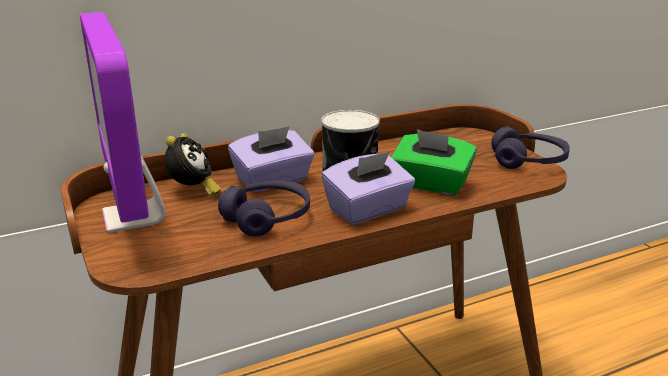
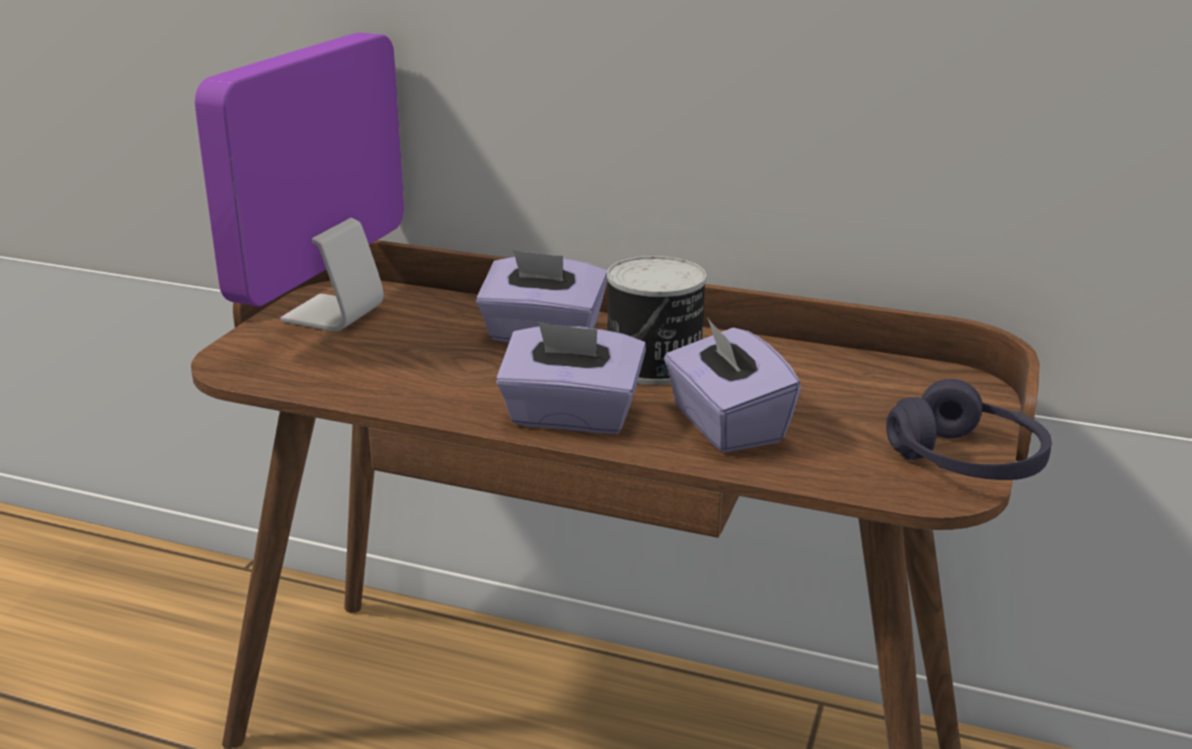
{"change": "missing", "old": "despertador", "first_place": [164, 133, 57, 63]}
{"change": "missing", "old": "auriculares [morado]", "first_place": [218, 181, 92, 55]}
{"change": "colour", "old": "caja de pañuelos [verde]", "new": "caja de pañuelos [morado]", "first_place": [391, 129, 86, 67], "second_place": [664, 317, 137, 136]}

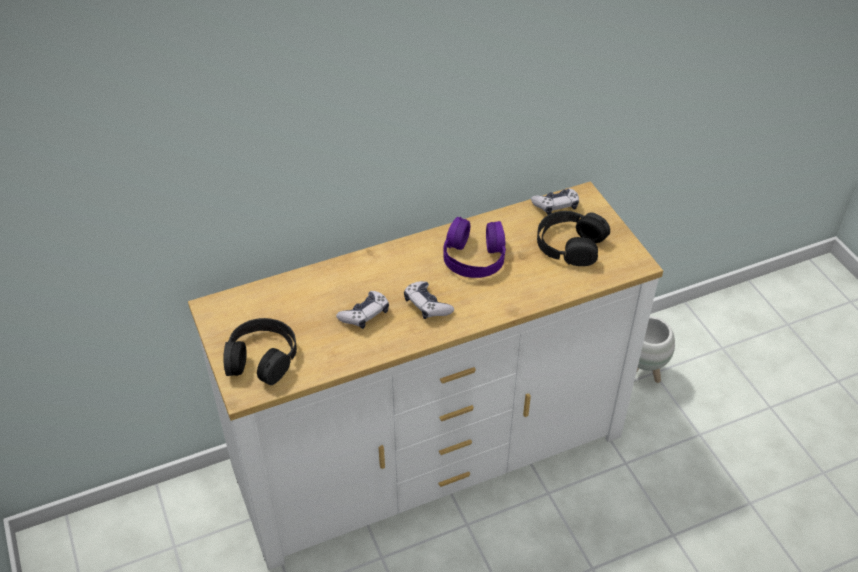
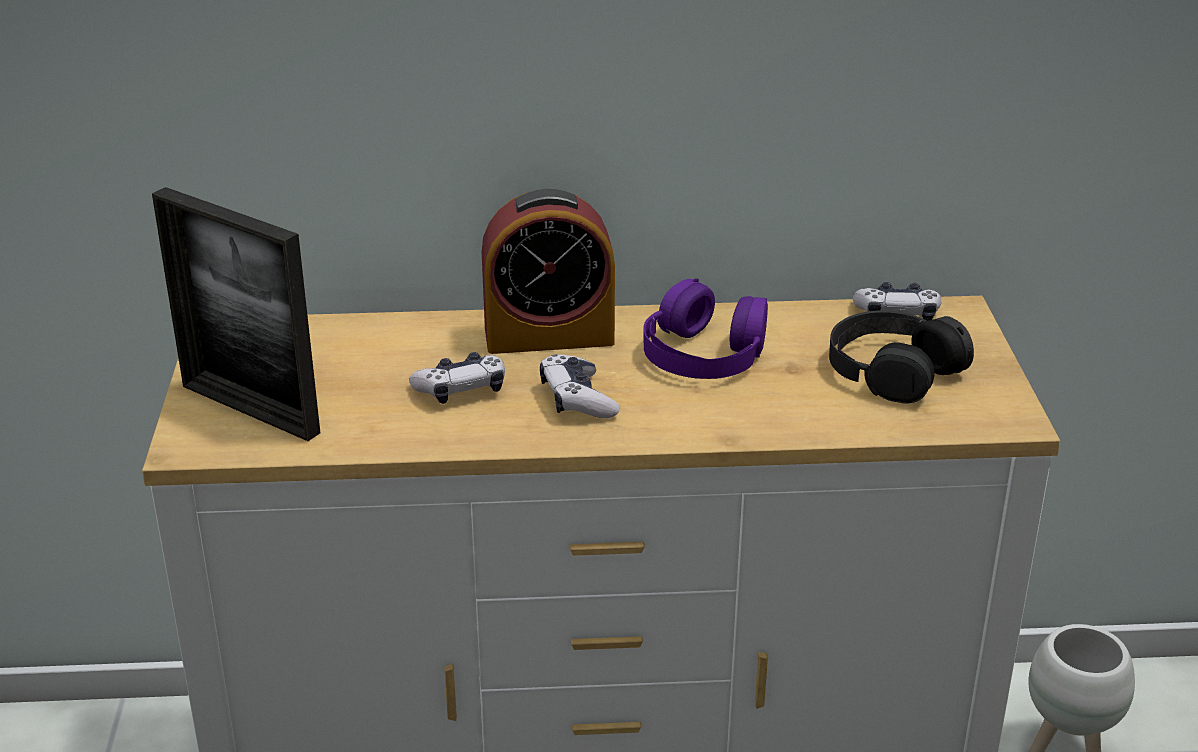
{"change": "exchanged", "old": "auriculares [negro]", "new": "portarretratos", "first_place": [223, 318, 74, 67], "second_place": [152, 187, 168, 254]}
{"change": "appeared", "new": "despertador", "second_place": [482, 189, 133, 165]}

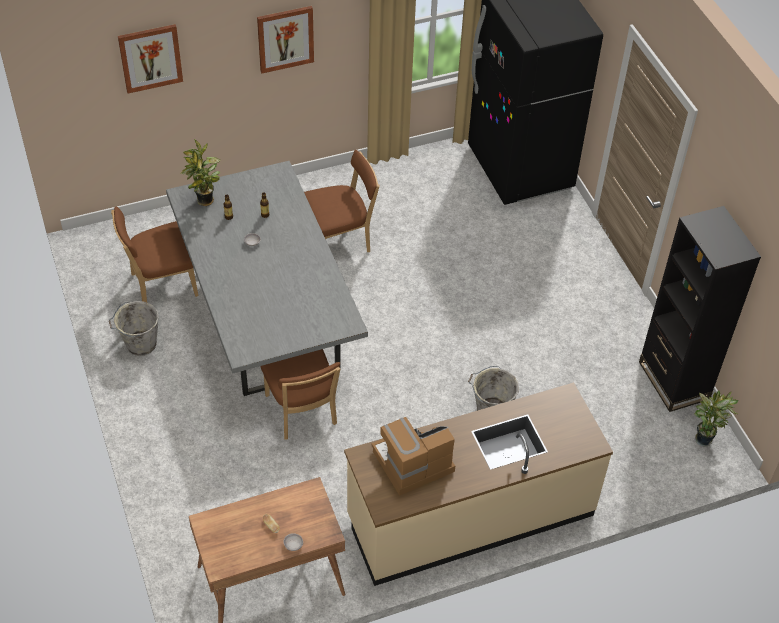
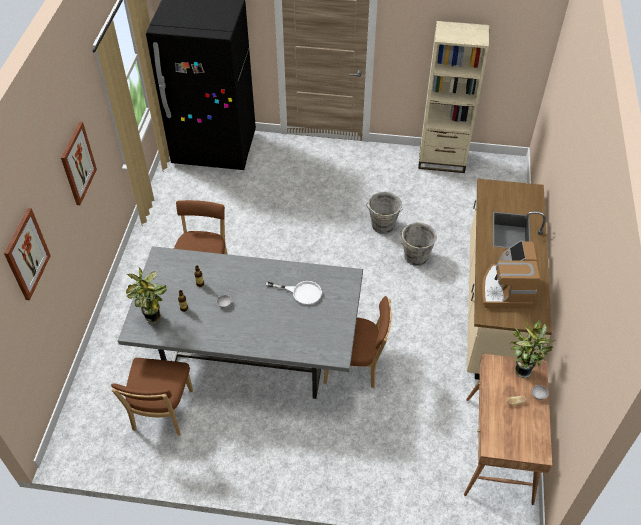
{"change": "relocated", "old": "cubo [gris]", "first_place": [109, 301, 50, 55], "second_place": [366, 192, 36, 42]}
{"change": "colour", "old": "estantería [negro]", "new": "estantería [beis]", "first_place": [639, 206, 122, 206], "second_place": [418, 21, 71, 152]}
{"change": "relocated", "old": "planta en maceta", "first_place": [694, 390, 45, 57], "second_place": [509, 320, 46, 58]}
{"change": "appeared", "new": "sartén [blanco]", "second_place": [266, 281, 56, 24]}

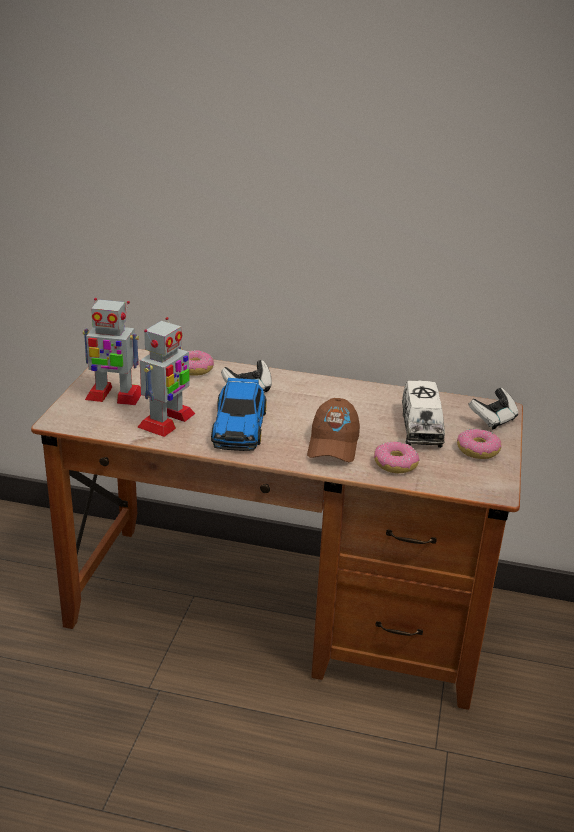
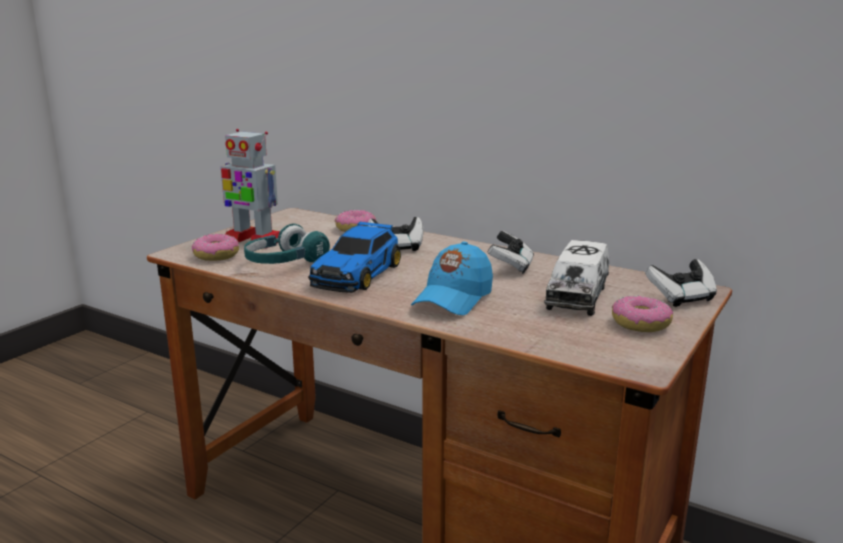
{"change": "exchanged", "old": "robot de juguete", "new": "auriculares [turquesa]", "first_place": [137, 317, 58, 120], "second_place": [244, 224, 86, 40]}
{"change": "colour", "old": "gorra [marrón]", "new": "gorra [azul]", "first_place": [307, 398, 53, 64], "second_place": [411, 242, 82, 73]}
{"change": "relocated", "old": "rosquilla", "first_place": [374, 441, 45, 32], "second_place": [192, 234, 47, 27]}
{"change": "appeared", "new": "mando de consola", "second_place": [488, 231, 46, 43]}

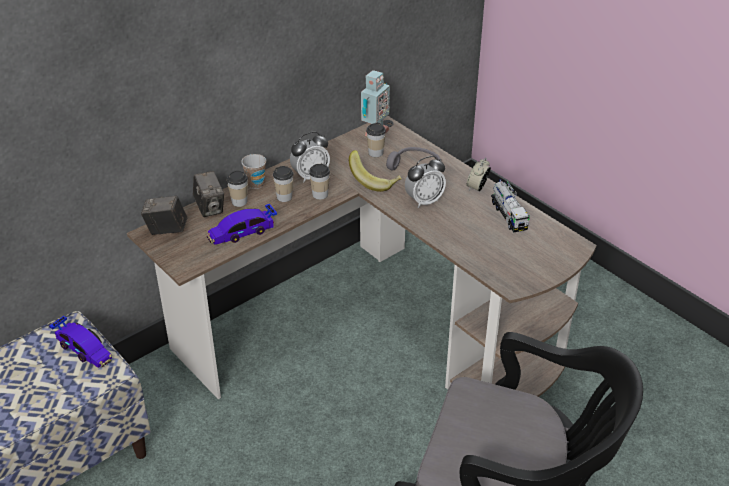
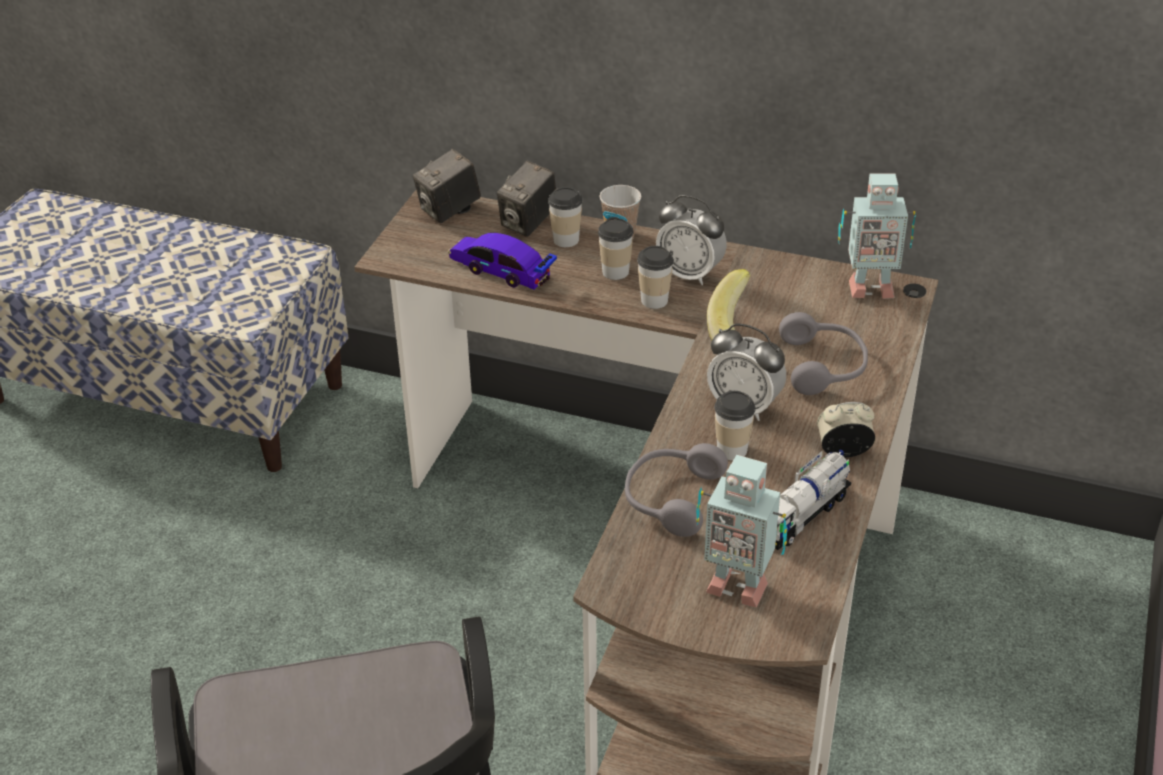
{"change": "missing", "old": "coche de juguete", "first_place": [49, 316, 63, 52]}
{"change": "spun", "old": "cámara", "first_place": [141, 196, 46, 39], "second_place": [413, 149, 68, 74], "degrees": -105}
{"change": "relocated", "old": "taza", "first_place": [366, 123, 20, 34], "second_place": [714, 391, 42, 69]}
{"change": "appeared", "new": "auriculares [gris]", "second_place": [625, 443, 103, 94]}
{"change": "appeared", "new": "robot de juguete", "second_place": [696, 455, 91, 153]}

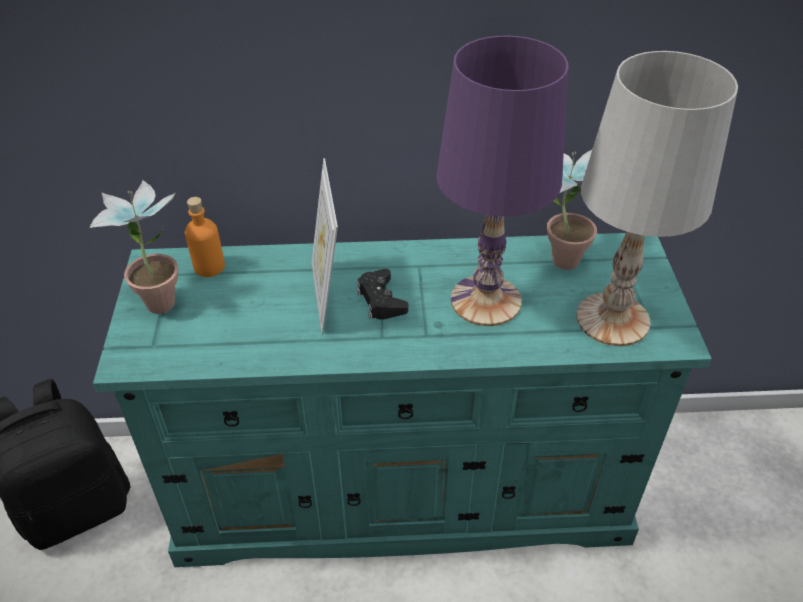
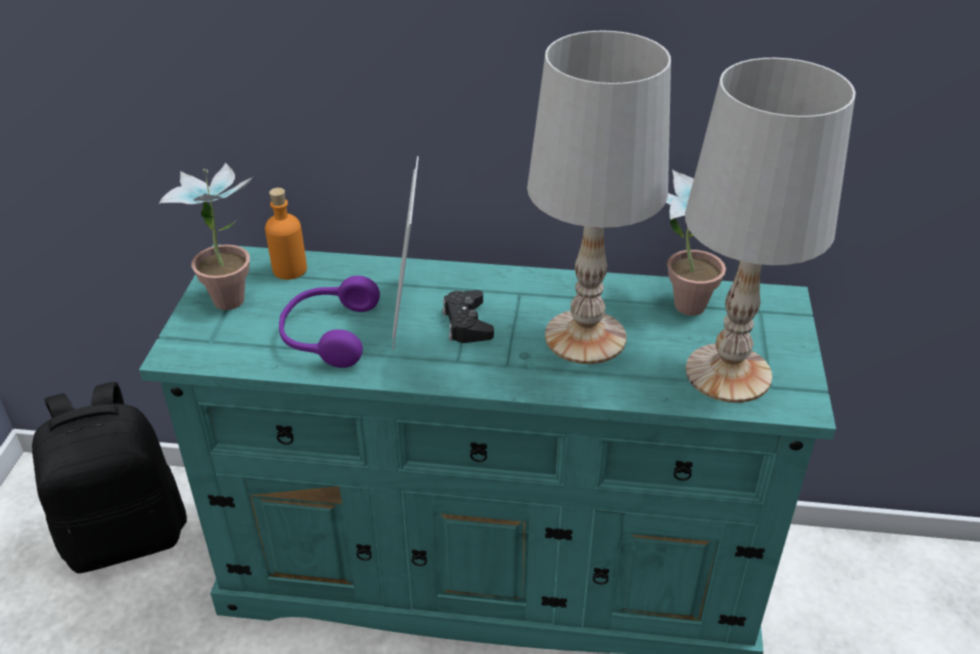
{"change": "colour", "old": "lámpara de mesa [morado]", "new": "lámpara de mesa [blanco]", "first_place": [436, 36, 132, 290], "second_place": [527, 31, 144, 333]}
{"change": "appeared", "new": "auriculares [morado]", "second_place": [279, 276, 101, 92]}

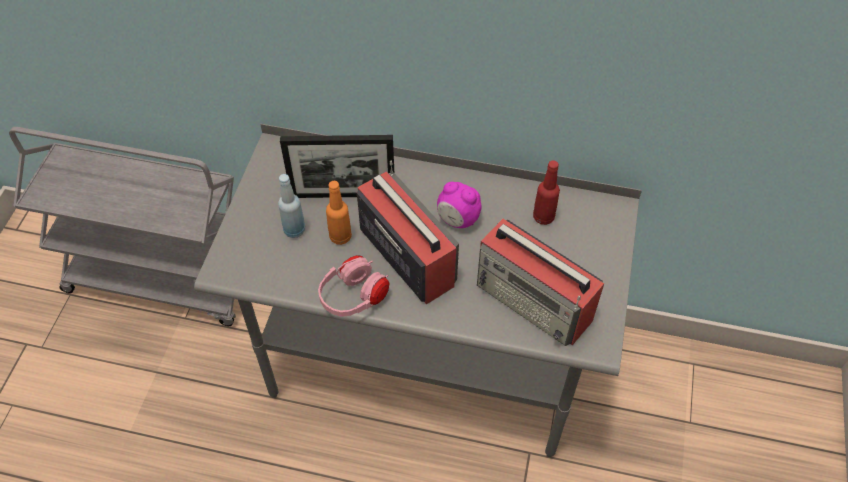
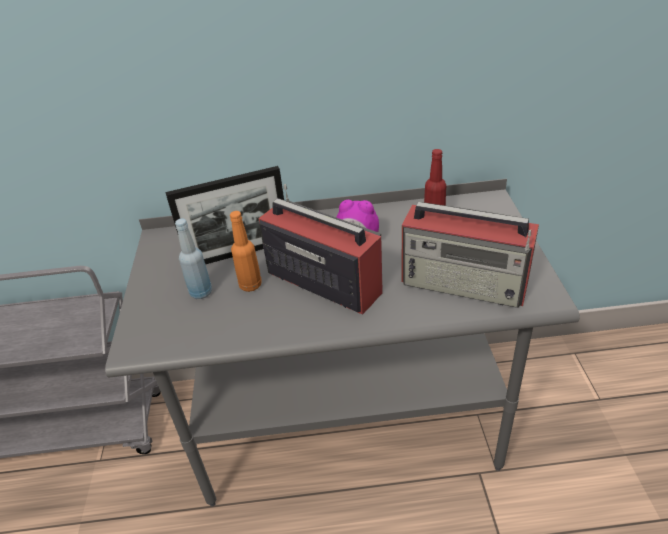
{"change": "missing", "old": "auriculares [rosa]", "first_place": [318, 255, 72, 62]}

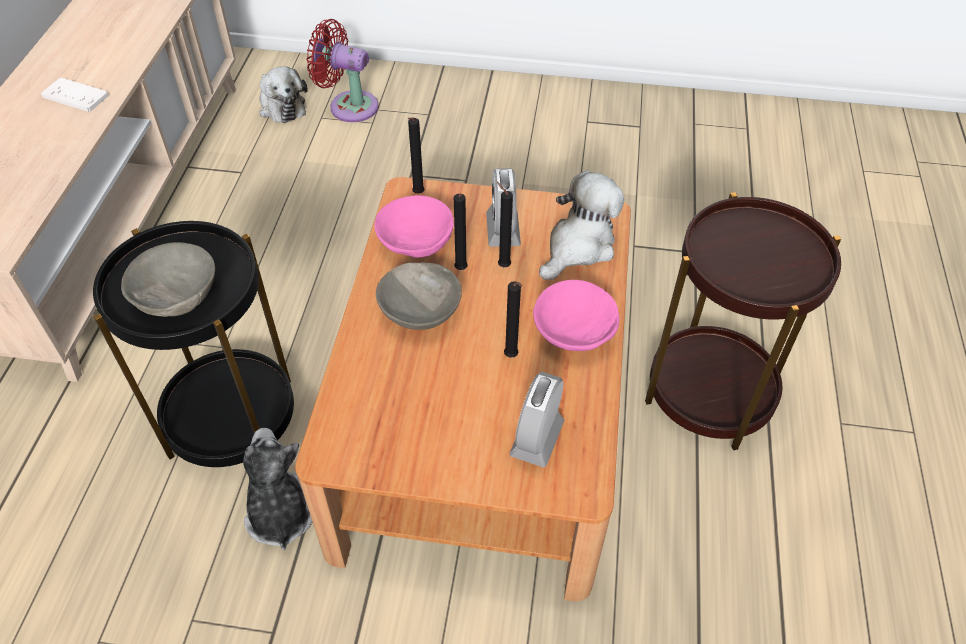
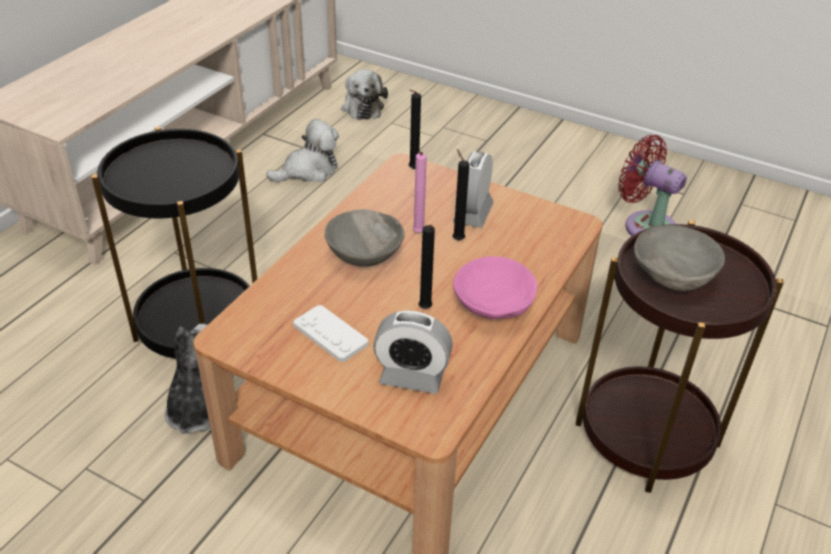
{"change": "relocated", "old": "mando de consola [blanco]", "first_place": [41, 78, 67, 34], "second_place": [293, 305, 76, 57]}
{"change": "relocated", "old": "cuenco [gris]", "first_place": [121, 242, 94, 75], "second_place": [634, 225, 91, 66]}
{"change": "relocated", "old": "ventilador [rojo]", "first_place": [306, 19, 73, 103], "second_place": [618, 135, 69, 101]}
{"change": "missing", "old": "cuenco [rosa]", "first_place": [375, 195, 79, 63]}
{"change": "colour", "old": "vela [negro]", "new": "vela [rosa]", "first_place": [454, 194, 14, 76], "second_place": [412, 152, 15, 81]}
{"change": "spun", "old": "despertador", "first_place": [509, 372, 56, 96], "second_place": [373, 310, 80, 84], "degrees": -120}
{"change": "relocated", "old": "peluche", "first_place": [539, 171, 85, 109], "second_place": [266, 119, 73, 63]}

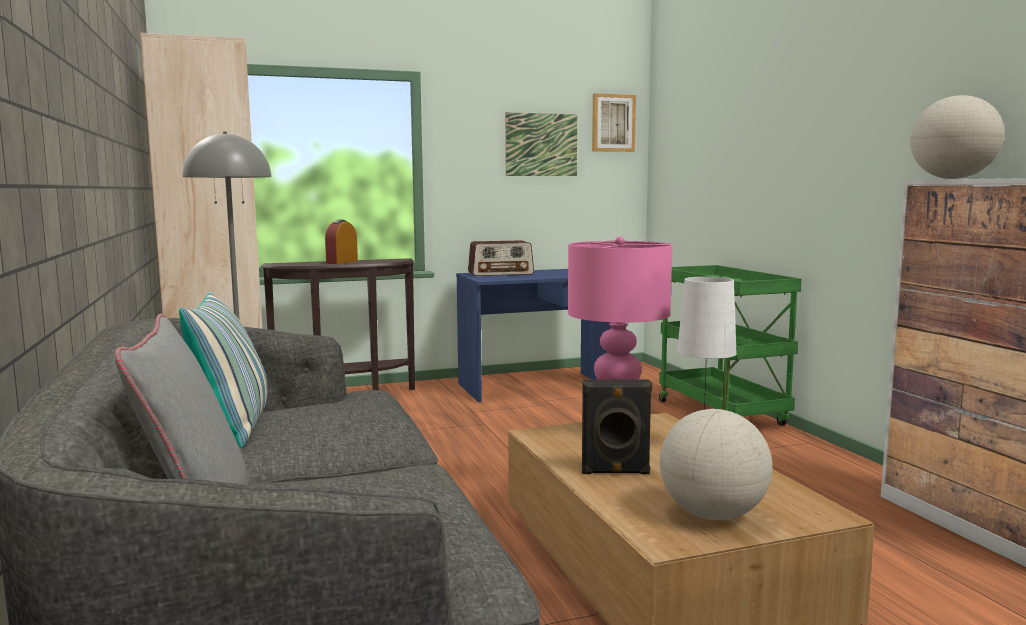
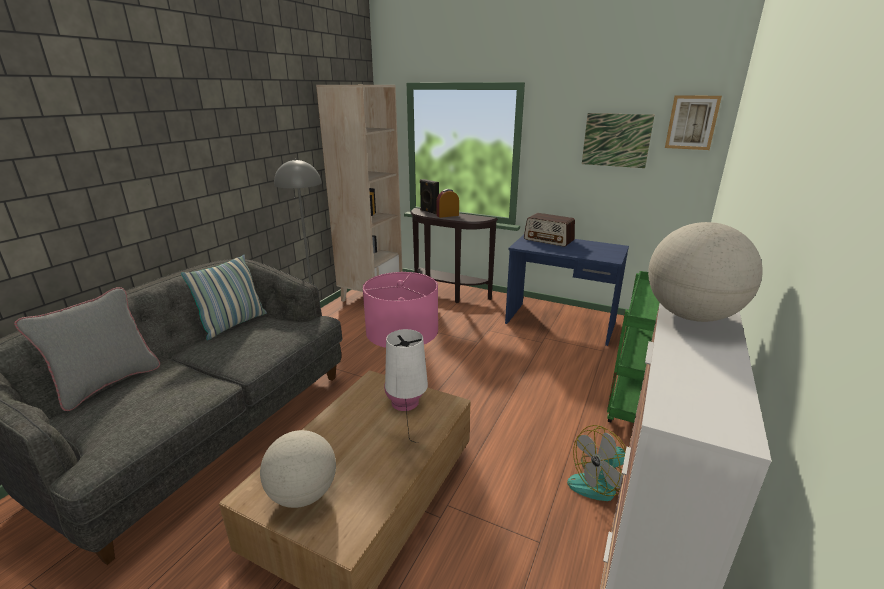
{"change": "relocated", "old": "altavoz [negro]", "first_place": [582, 379, 70, 95], "second_place": [420, 179, 19, 35]}
{"change": "appeared", "new": "ventilador", "second_place": [567, 425, 59, 76]}

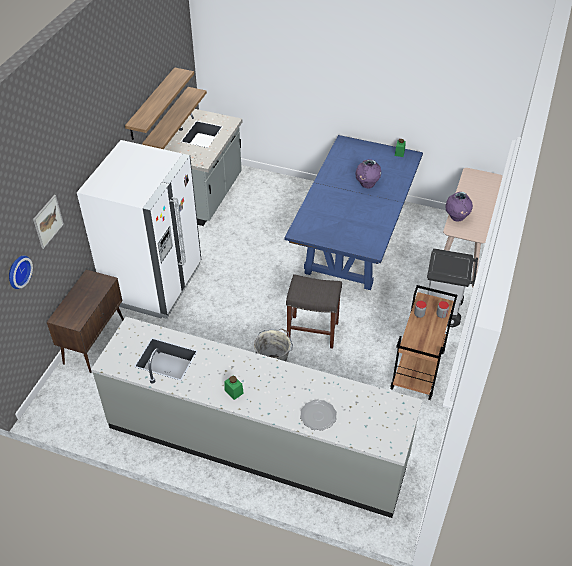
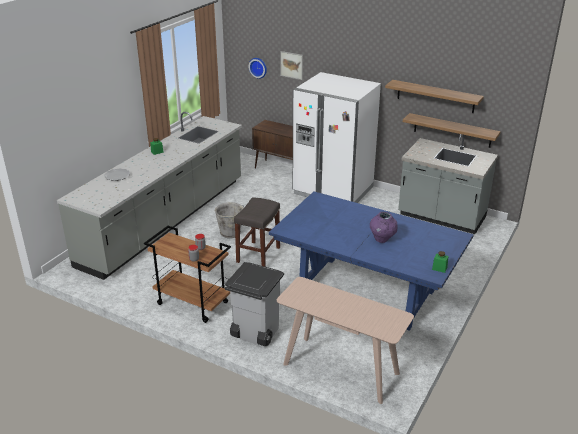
{"change": "missing", "old": "florero [morado]", "first_place": [445, 192, 28, 30]}

